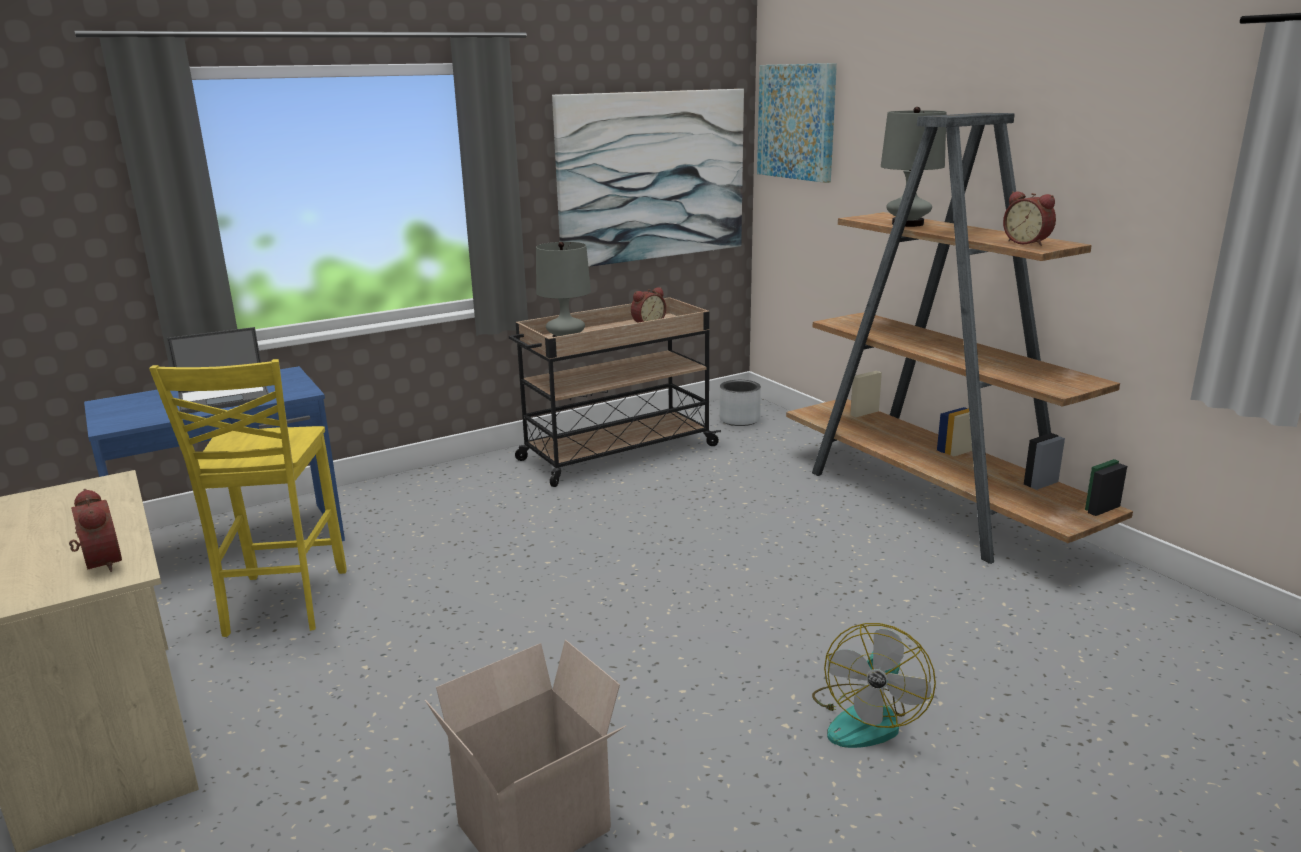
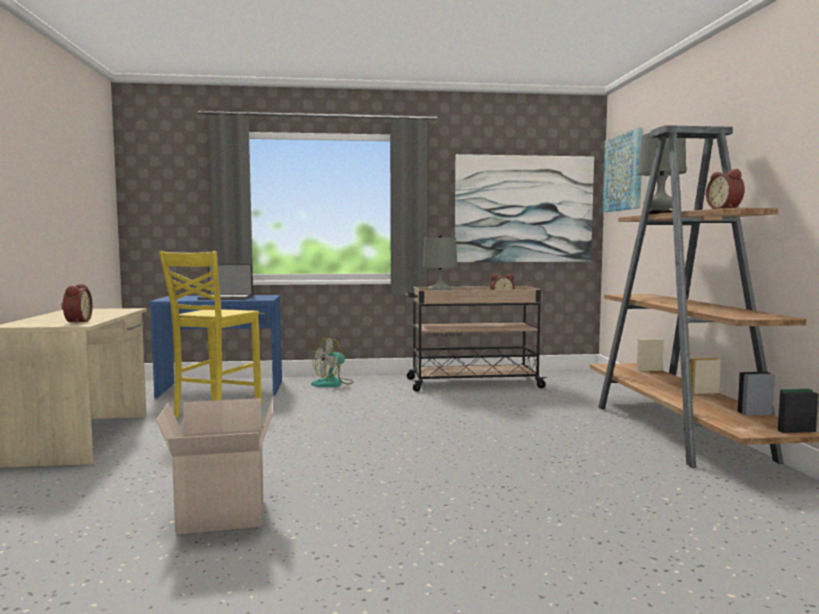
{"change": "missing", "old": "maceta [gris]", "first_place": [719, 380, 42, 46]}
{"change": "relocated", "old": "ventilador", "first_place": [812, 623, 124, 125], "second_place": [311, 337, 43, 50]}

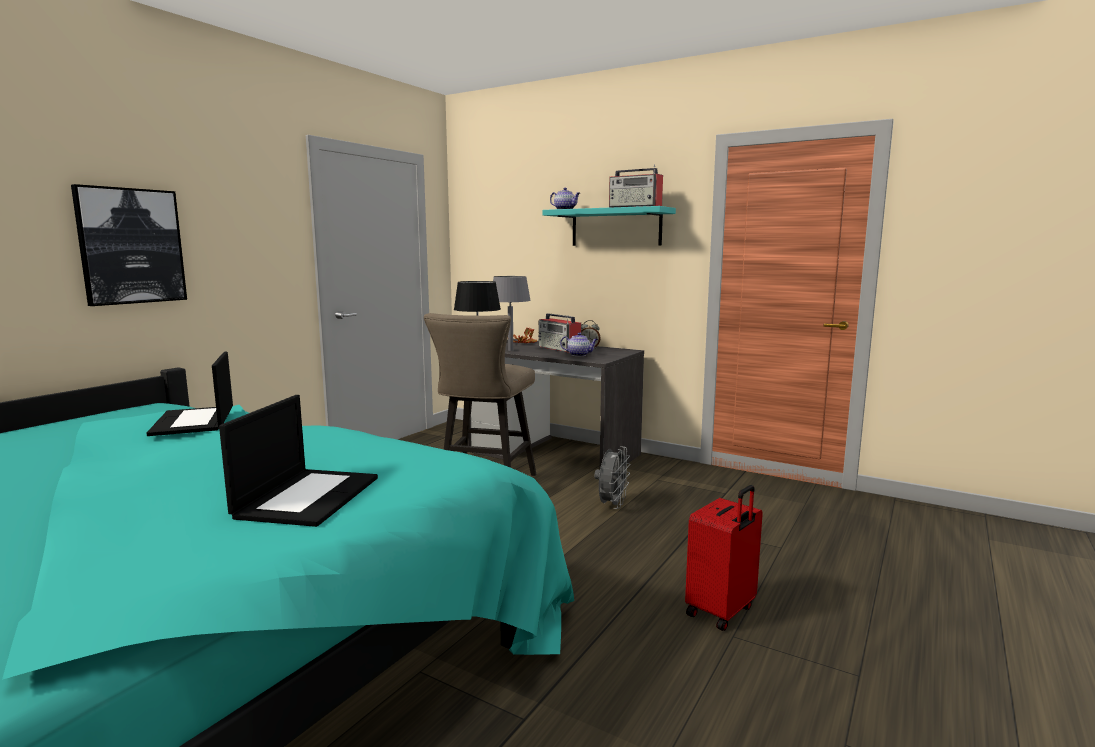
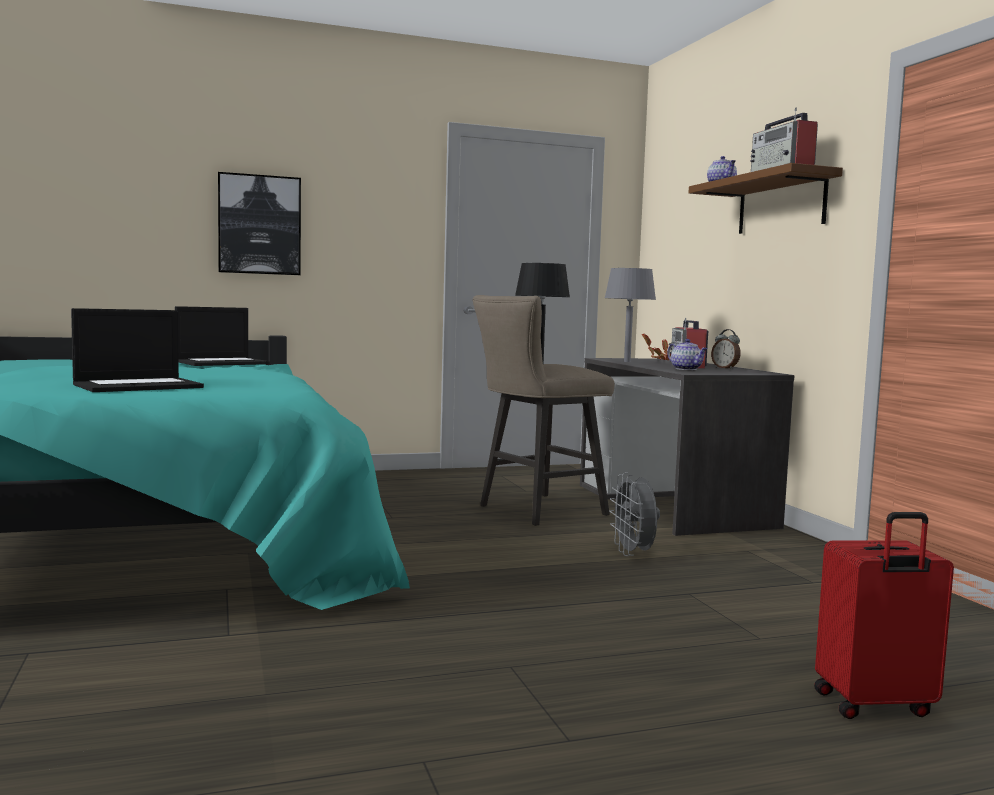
{"change": "spun", "old": "portátil", "first_place": [147, 352, 86, 84], "second_place": [175, 306, 95, 60], "degrees": -150}
{"change": "colour", "old": "estante [turquesa]", "new": "estante [marrón]", "first_place": [543, 206, 133, 40], "second_place": [689, 163, 154, 71]}
{"change": "spun", "old": "ventilador [gris]", "first_place": [594, 446, 36, 63], "second_place": [609, 472, 51, 84], "degrees": 105}
{"change": "relocated", "old": "maleta [rojo]", "first_place": [685, 485, 78, 146], "second_place": [814, 512, 140, 207]}

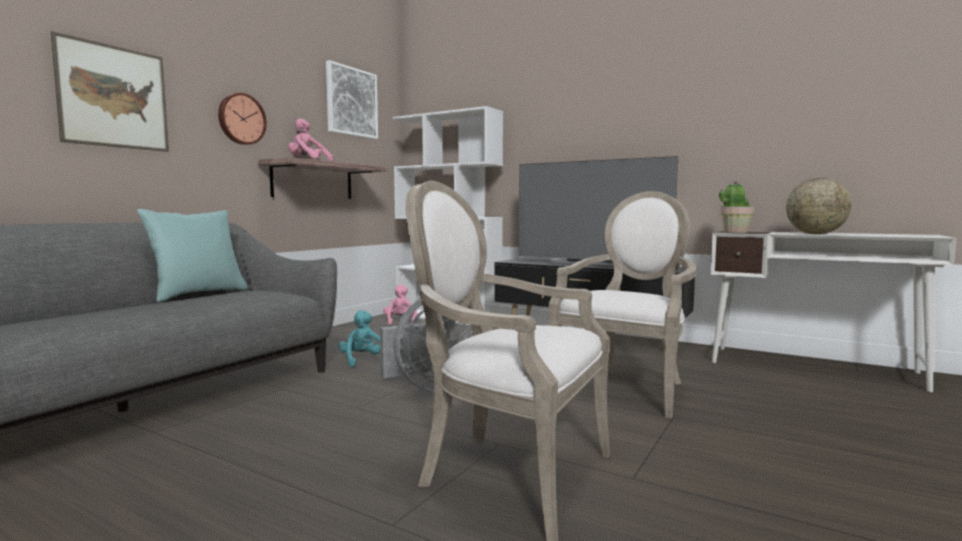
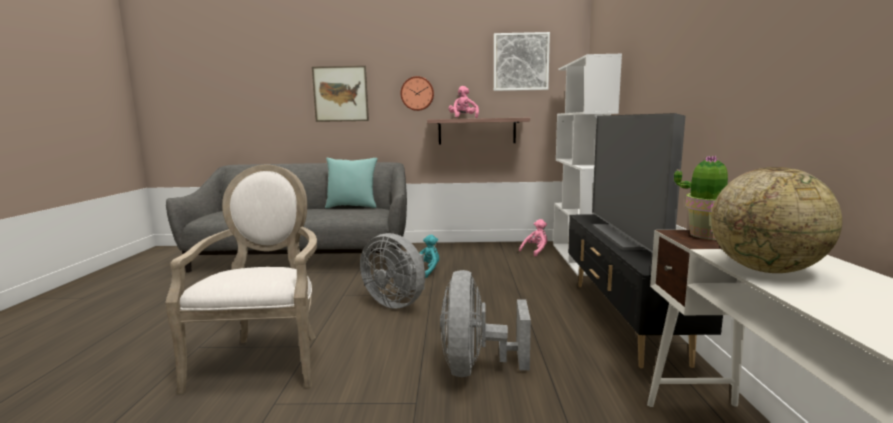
{"change": "exchanged", "old": "sillón", "new": "ventilador [gris]", "first_place": [549, 191, 147, 228], "second_place": [440, 270, 91, 107]}

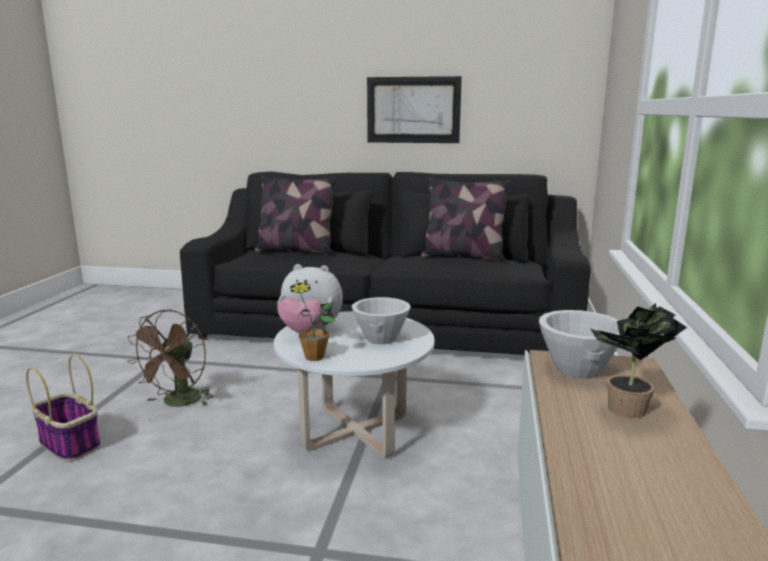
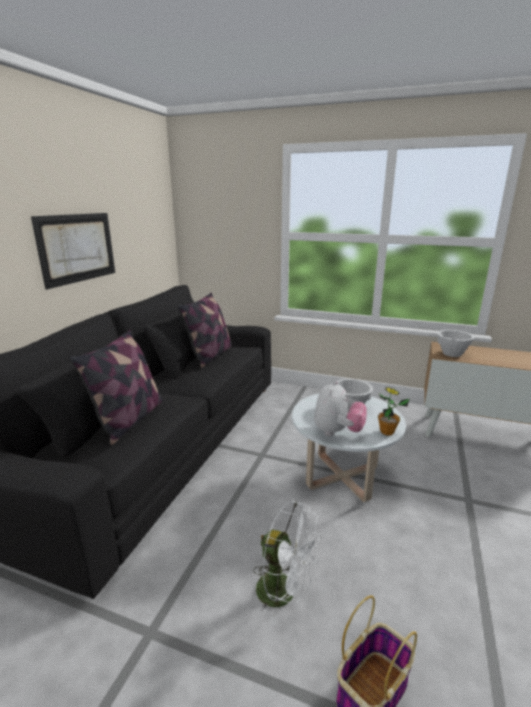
{"change": "colour", "old": "ventilador [marrón]", "new": "ventilador [blanco]", "first_place": [127, 309, 87, 98], "second_place": [253, 500, 68, 126]}
{"change": "missing", "old": "planta en maceta", "first_place": [590, 303, 97, 115]}

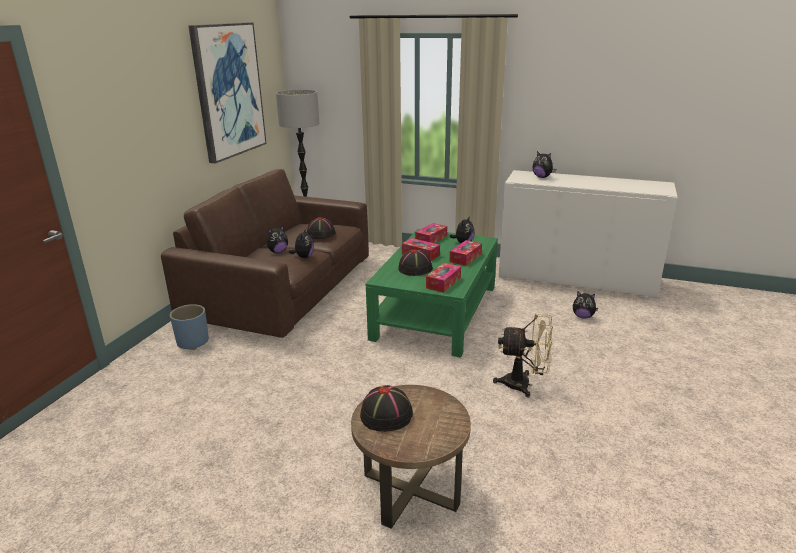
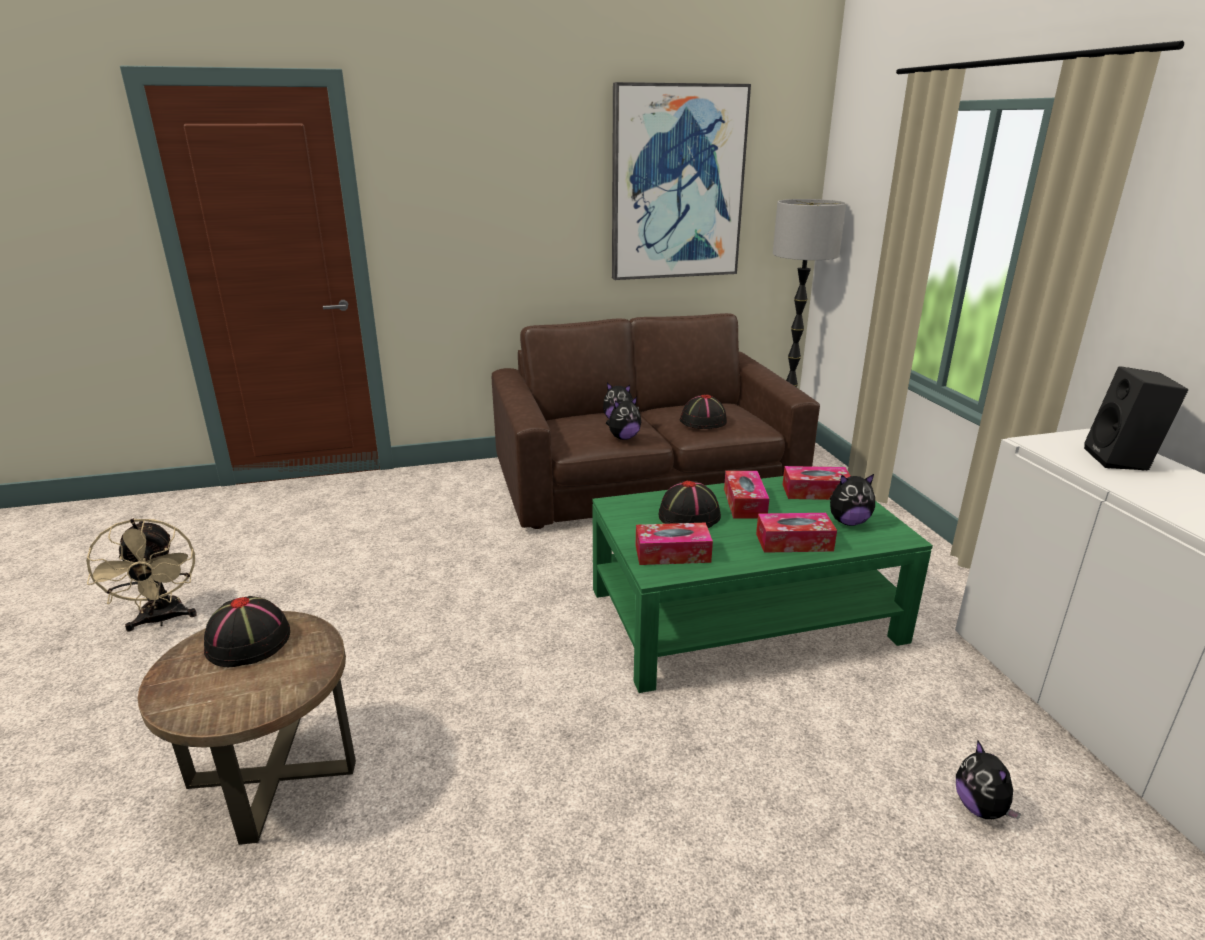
{"change": "missing", "old": "maceta [azul]", "first_place": [170, 304, 39, 46]}
{"change": "relocated", "old": "ventilador [beis]", "first_place": [493, 313, 60, 84], "second_place": [86, 518, 111, 114]}
{"change": "exchanged", "old": "peluche", "new": "altavoz [negro]", "first_place": [532, 151, 24, 27], "second_place": [1084, 366, 104, 104]}

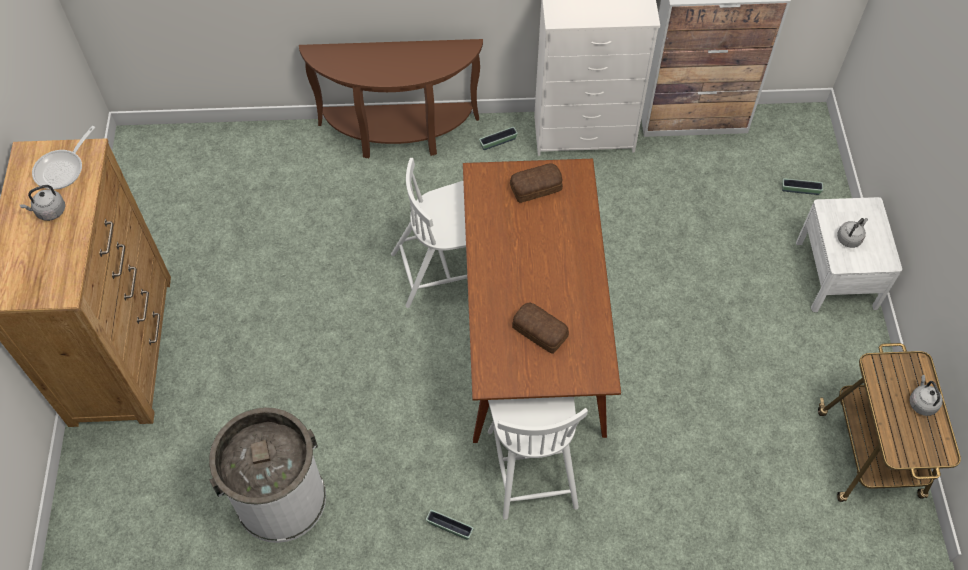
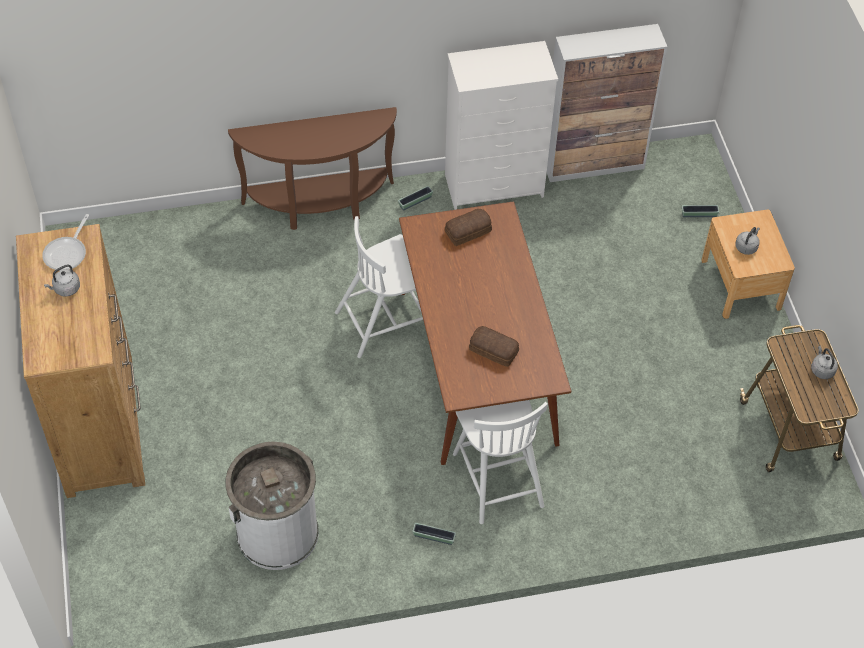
{"change": "colour", "old": "mesita de noche [blanco]", "new": "mesita de noche [marrón]", "first_place": [796, 197, 106, 115], "second_place": [701, 210, 94, 109]}

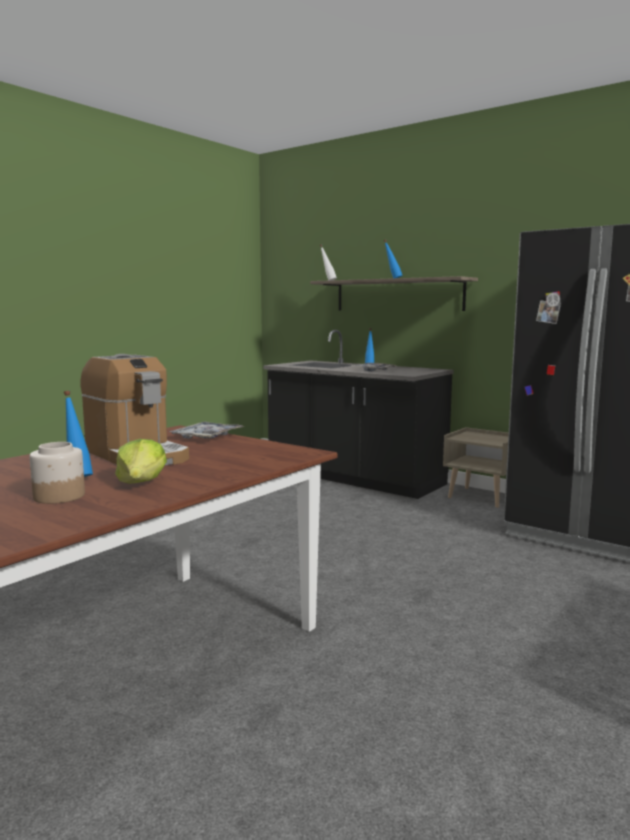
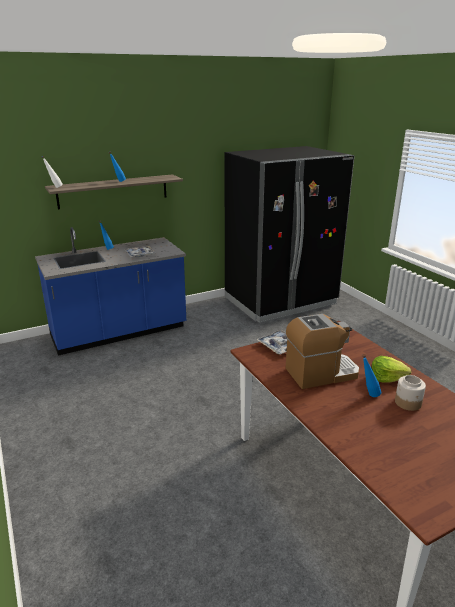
{"change": "colour", "old": "mueble bajo de cocina [negro]", "new": "mueble bajo de cocina [azul]", "first_place": [263, 330, 191, 169], "second_place": [35, 227, 151, 129]}
{"change": "missing", "old": "mesita de noche [beis]", "first_place": [443, 427, 66, 81]}

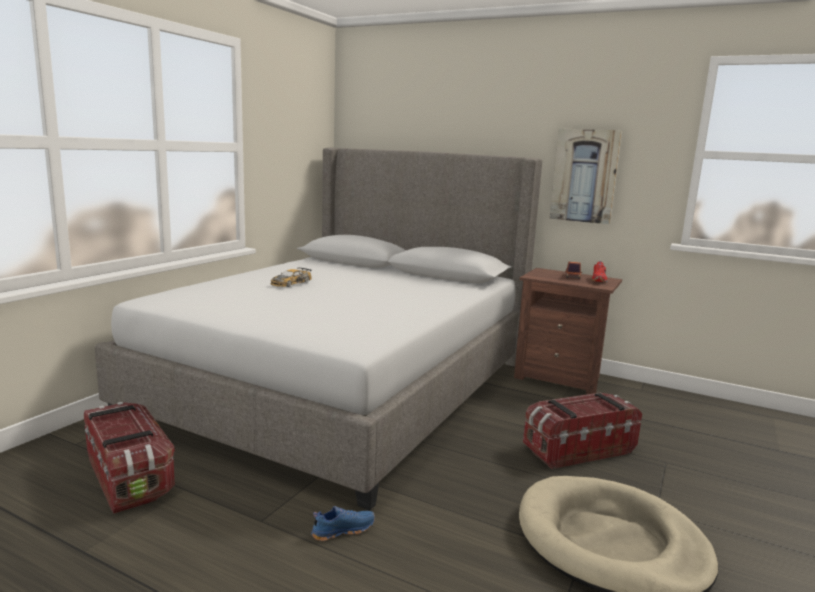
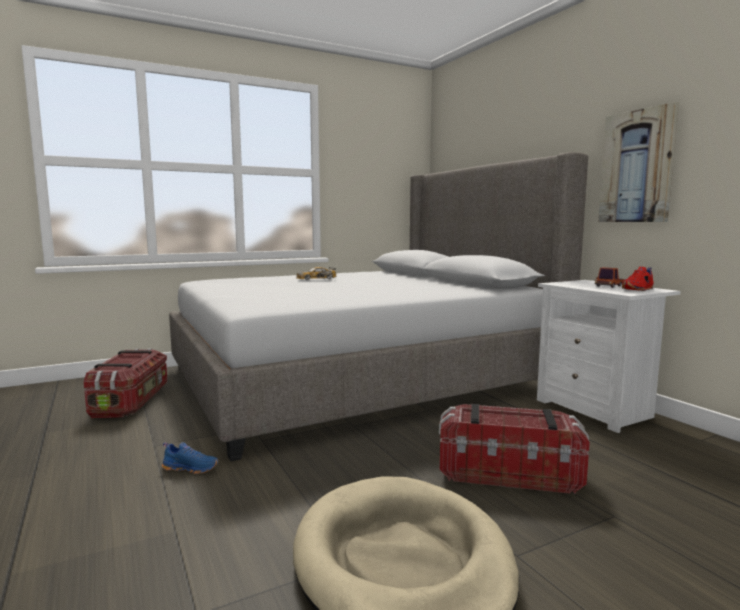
{"change": "colour", "old": "mesita de noche [marrón]", "new": "mesita de noche [blanco]", "first_place": [514, 268, 108, 126], "second_place": [537, 280, 143, 153]}

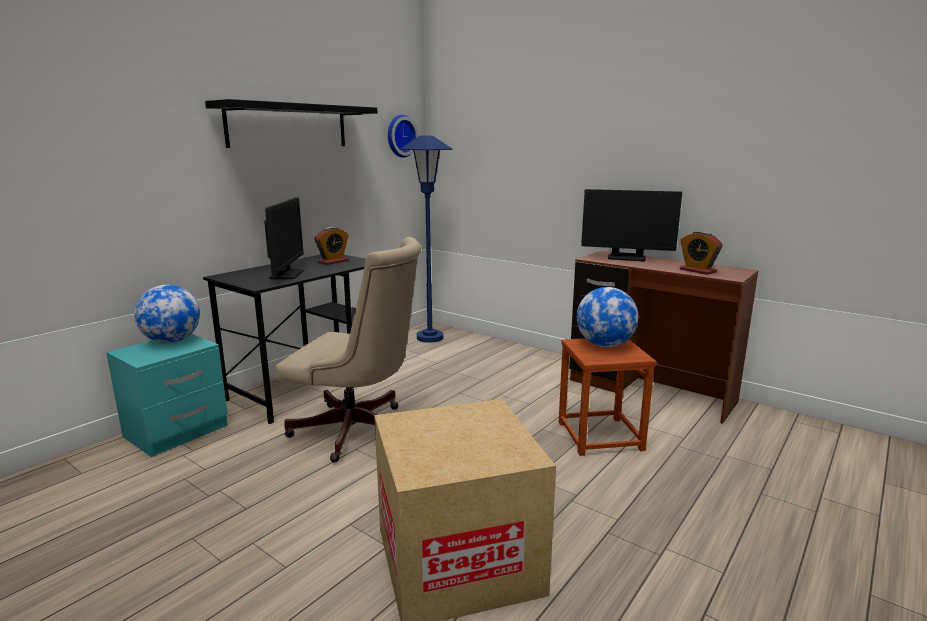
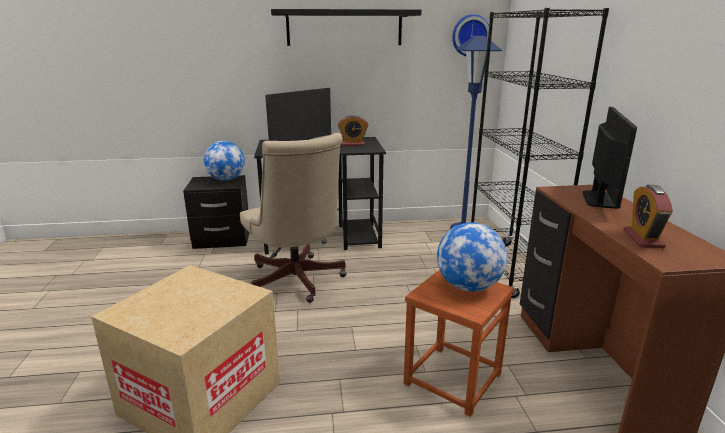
{"change": "colour", "old": "mesita de noche [turquesa]", "new": "mesita de noche [negro]", "first_place": [106, 334, 122, 123], "second_place": [183, 175, 67, 74]}
{"change": "spun", "old": "monitor", "first_place": [581, 189, 101, 72], "second_place": [583, 107, 54, 102], "degrees": -135}
{"change": "appeared", "new": "estantería [negro]", "second_place": [471, 8, 138, 290]}

